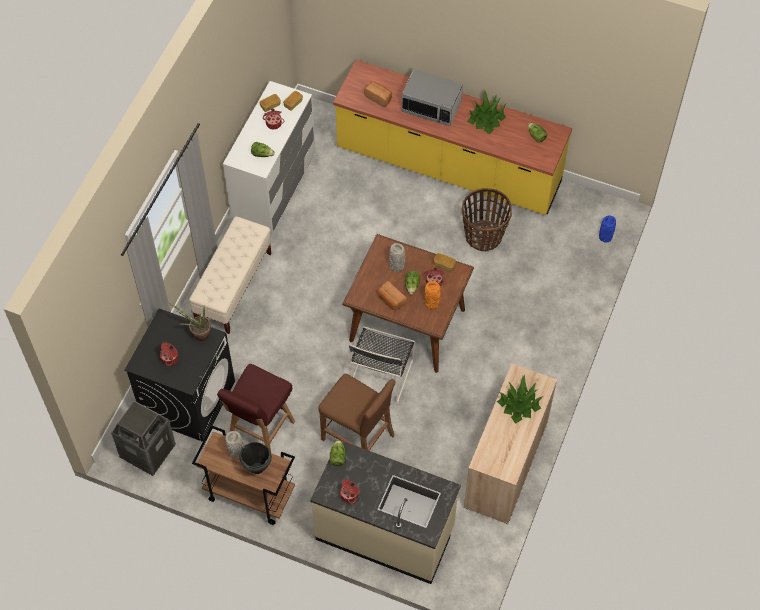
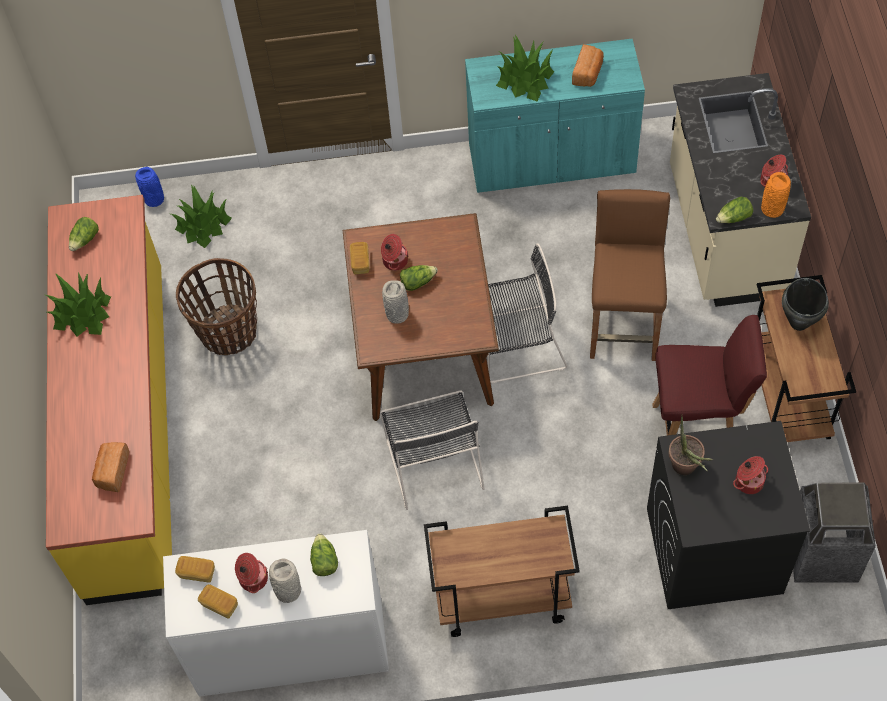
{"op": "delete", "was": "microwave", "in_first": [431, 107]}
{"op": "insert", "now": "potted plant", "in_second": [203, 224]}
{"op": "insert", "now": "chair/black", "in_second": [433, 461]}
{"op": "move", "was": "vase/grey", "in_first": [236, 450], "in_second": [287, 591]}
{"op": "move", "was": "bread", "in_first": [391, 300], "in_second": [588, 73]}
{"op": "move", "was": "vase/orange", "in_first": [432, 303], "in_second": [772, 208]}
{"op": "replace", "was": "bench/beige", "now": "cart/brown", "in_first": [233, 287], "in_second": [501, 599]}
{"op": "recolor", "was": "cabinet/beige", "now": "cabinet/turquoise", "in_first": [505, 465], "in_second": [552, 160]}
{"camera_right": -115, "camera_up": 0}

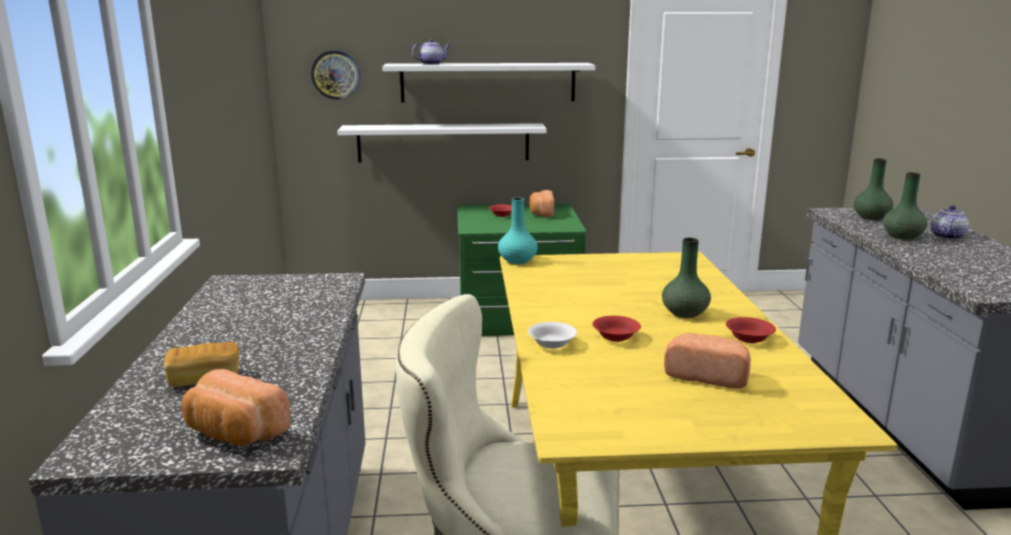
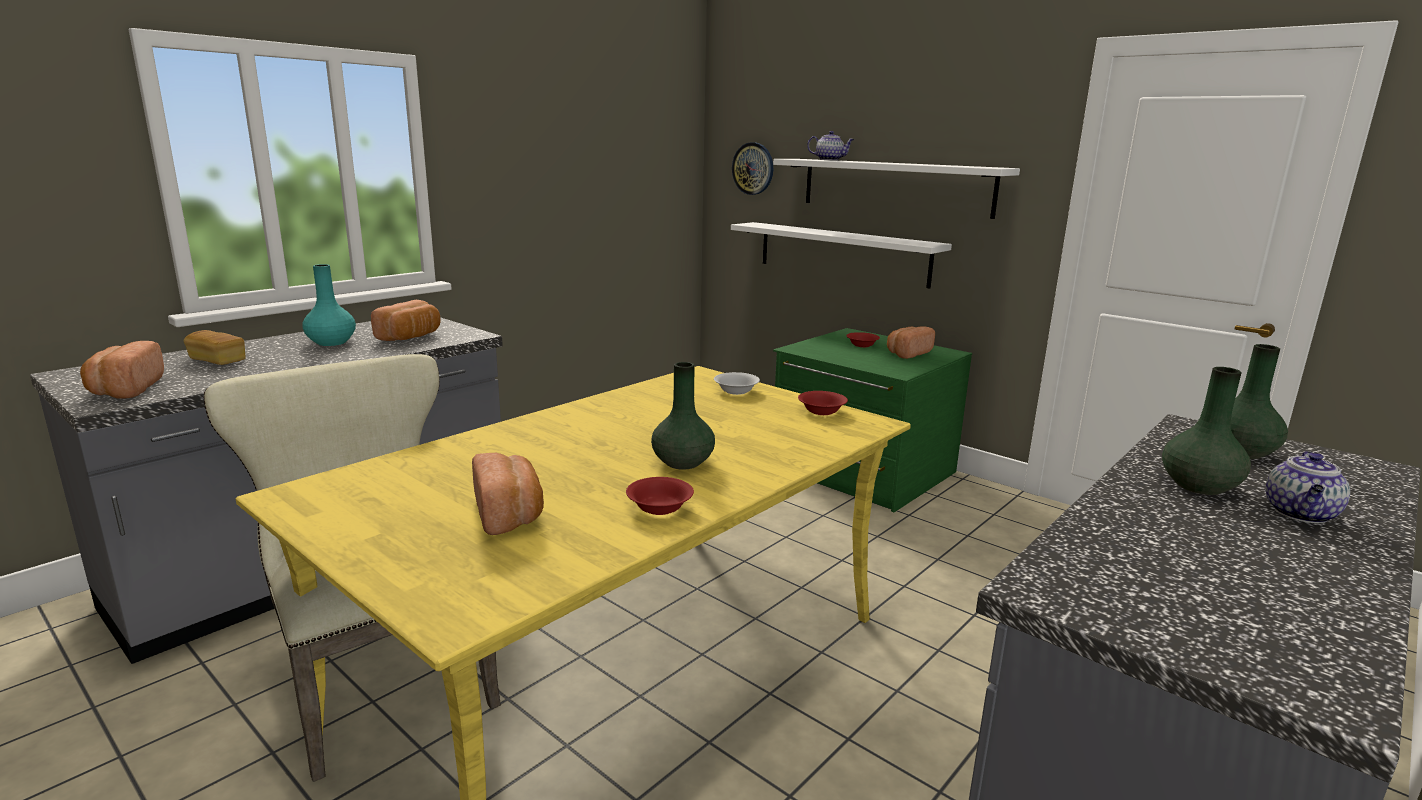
{"op": "insert", "now": "bread", "in_second": [411, 337]}
{"op": "move", "was": "vase/turquoise", "in_first": [518, 261], "in_second": [331, 343]}
{"op": "move", "was": "bowl/white", "in_first": [552, 343], "in_second": [737, 391]}
{"op": "move", "was": "bowl/red", "in_first": [616, 336], "in_second": [822, 411]}
{"op": "rotate", "was": "teapot", "in_first": [946, 236], "in_second": [1301, 514], "clockwise": 135}
{"camera_right": 45, "camera_up": 0}

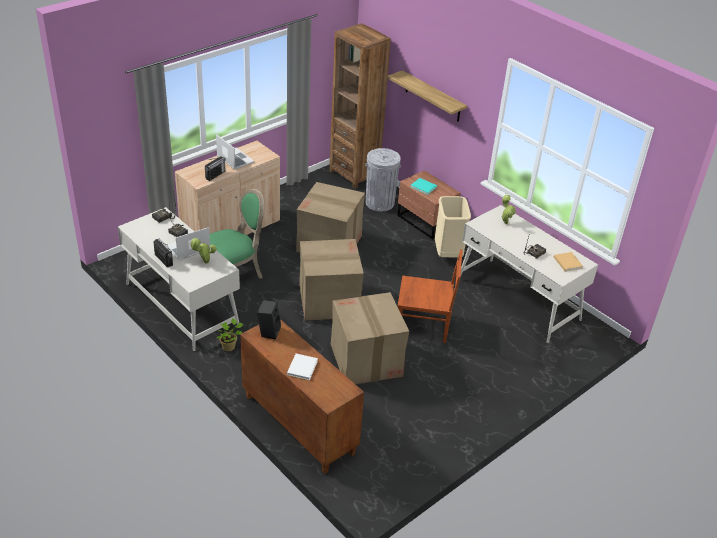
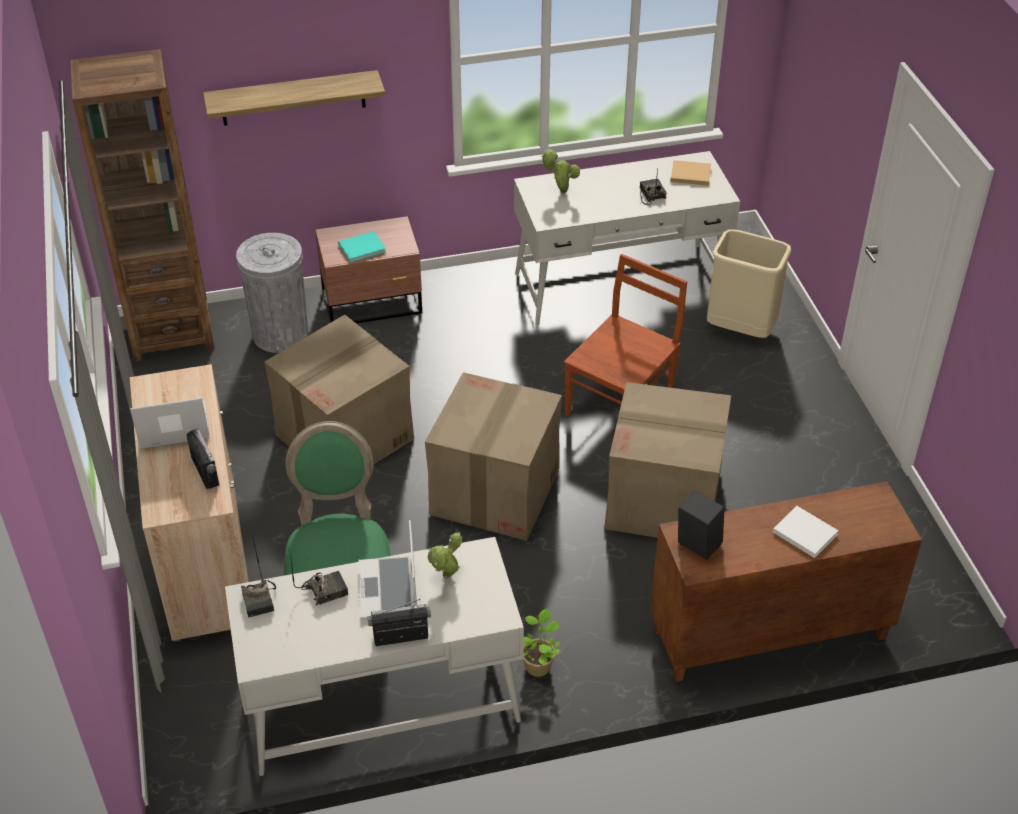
{"op": "move", "was": "trash can/beige", "in_first": [448, 253], "in_second": [741, 329]}
{"camera_right": -60, "camera_up": 5}

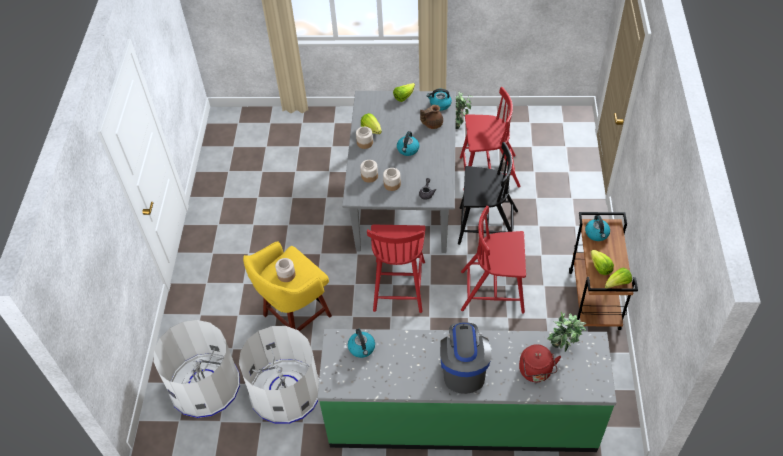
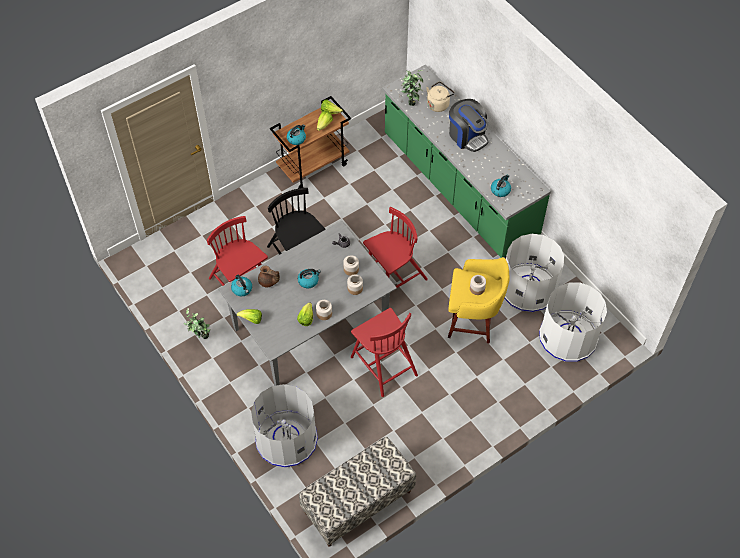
{"op": "insert", "now": "trash can/grey", "in_second": [286, 439]}
{"op": "insert", "now": "bench", "in_second": [358, 502]}
{"op": "move", "was": "chair/red", "in_first": [493, 291], "in_second": [383, 365]}
{"op": "recolor", "was": "kettle/red", "now": "kettle/beige", "in_first": [536, 372], "in_second": [438, 104]}
{"op": "rotate", "was": "coffee machine", "in_first": [463, 368], "in_second": [467, 136], "clockwise": -90}
{"camera_right": -130, "camera_up": 5}

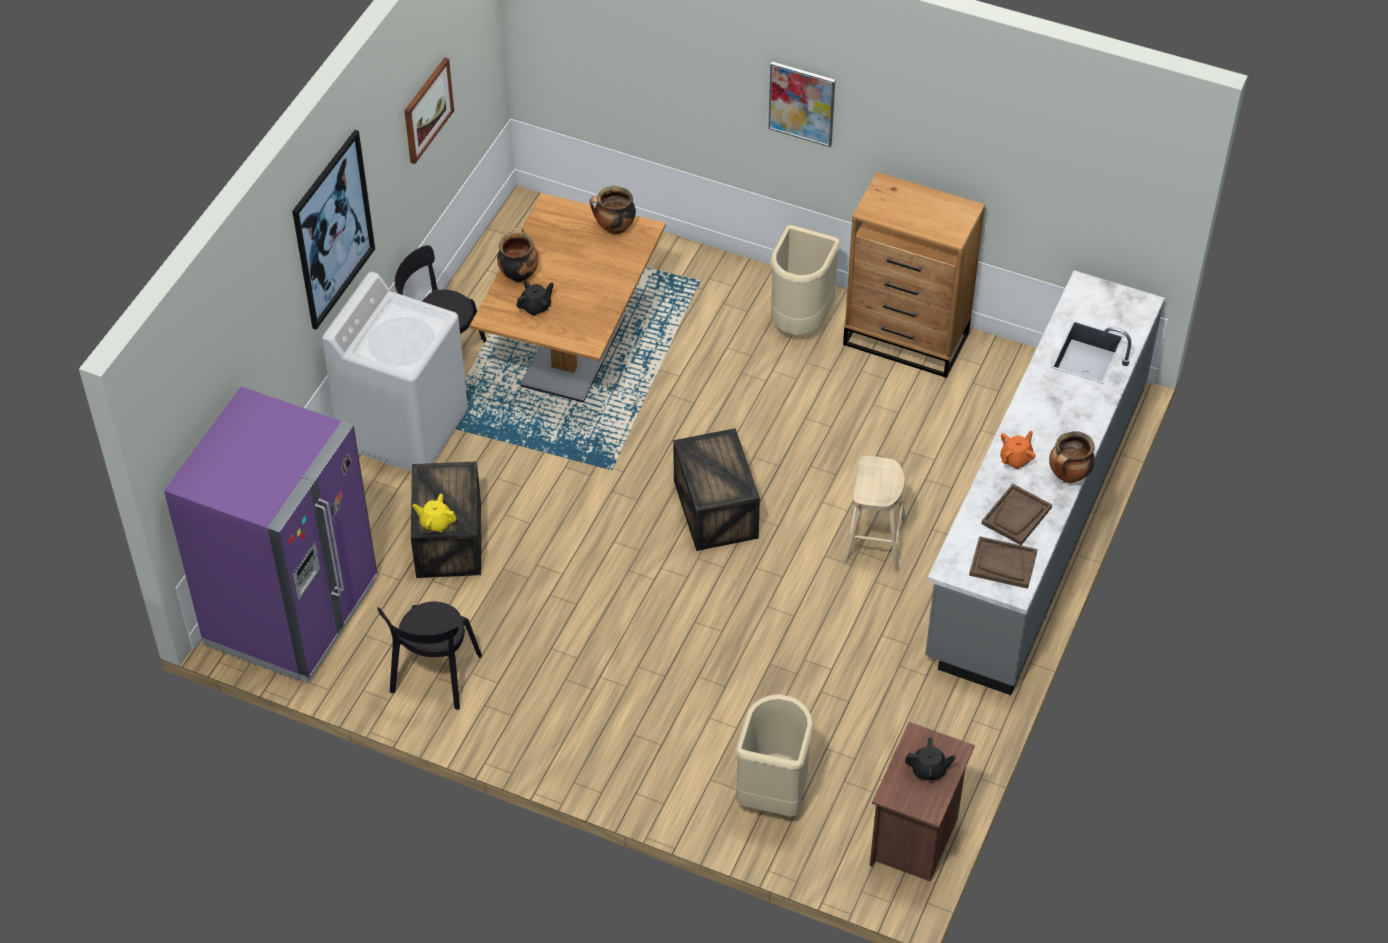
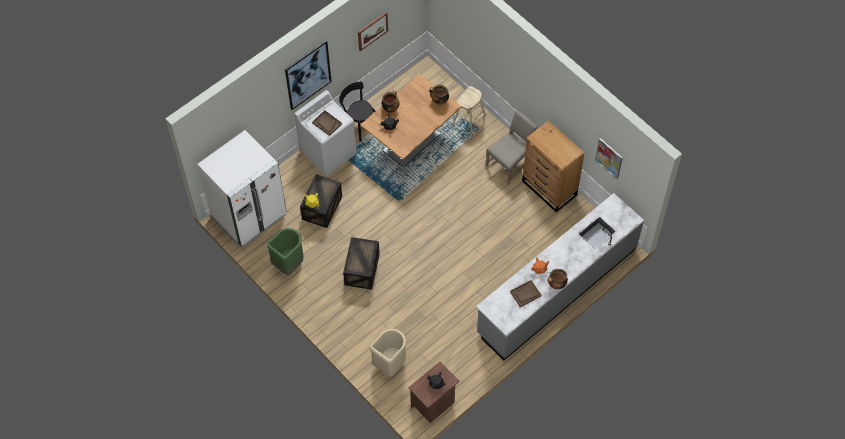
{"op": "move", "was": "crate", "in_first": [716, 510], "in_second": [362, 270]}
{"op": "move", "was": "picture", "in_first": [802, 103], "in_second": [609, 158]}
{"op": "move", "was": "stool/beige", "in_first": [874, 541], "in_second": [469, 119]}
{"op": "move", "was": "tray/brown", "in_first": [1002, 564], "in_second": [327, 123]}
{"op": "replace", "was": "chair/black", "now": "trash can/green", "in_first": [434, 677], "in_second": [288, 264]}
{"op": "replace", "was": "trash can/beige", "now": "chair/beige", "in_first": [800, 322], "in_second": [510, 163]}
{"op": "recolor", "was": "fridge/purple", "now": "fridge/white", "in_first": [292, 613], "in_second": [249, 216]}
{"camera_right": 25, "camera_up": 10}

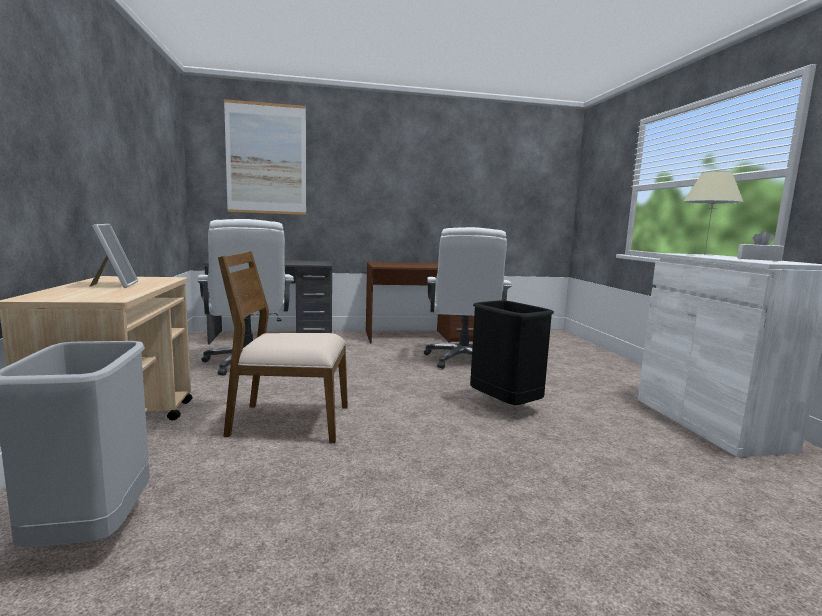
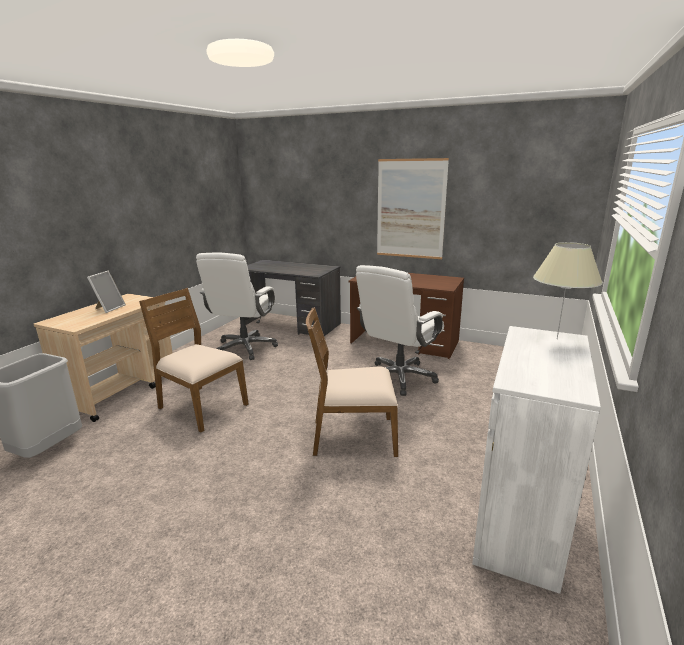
{"op": "delete", "was": "tissue box/white", "in_first": [758, 259]}
{"op": "move", "was": "picture", "in_first": [266, 159], "in_second": [410, 209]}
{"op": "replace", "was": "trash can/black", "now": "chair/brown", "in_first": [504, 406], "in_second": [353, 436]}
{"camera_right": 35, "camera_up": 10}

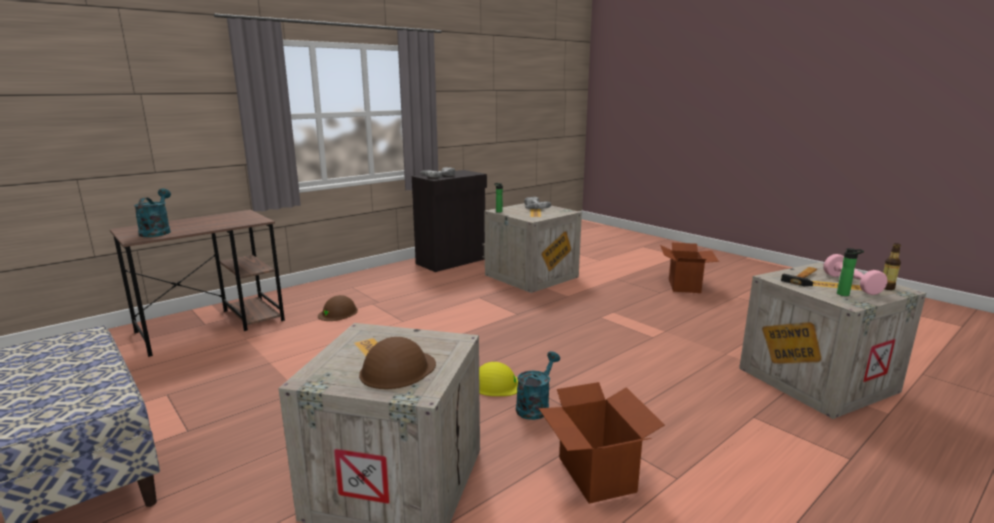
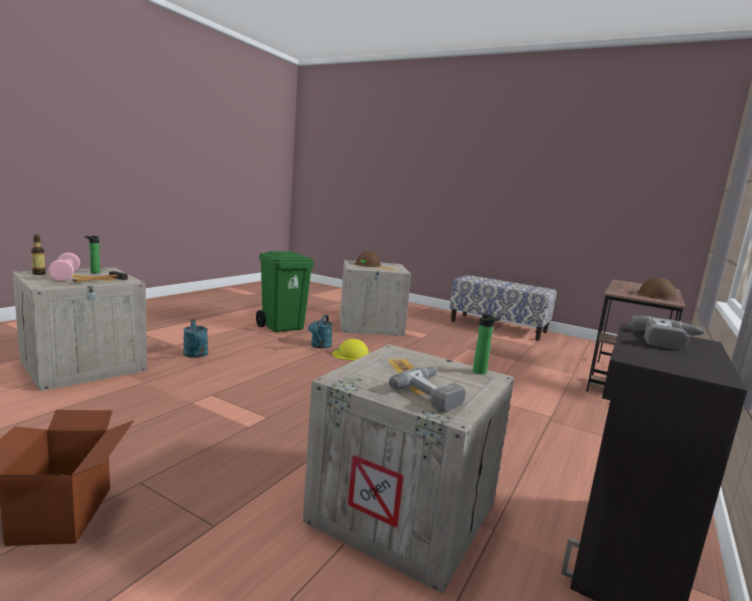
{"op": "move", "was": "watering can/turquoise", "in_first": [157, 231], "in_second": [196, 355]}
{"op": "move", "was": "hard hat/brown", "in_first": [338, 313], "in_second": [656, 295]}
{"op": "replace", "was": "cardboard box", "now": "trash can/green", "in_first": [595, 475], "in_second": [283, 327]}
{"camera_right": 160, "camera_up": -5}

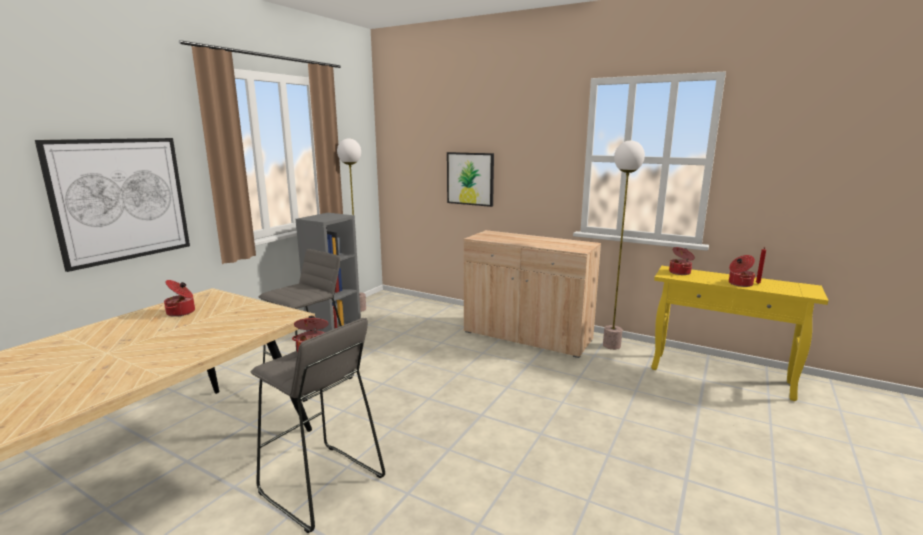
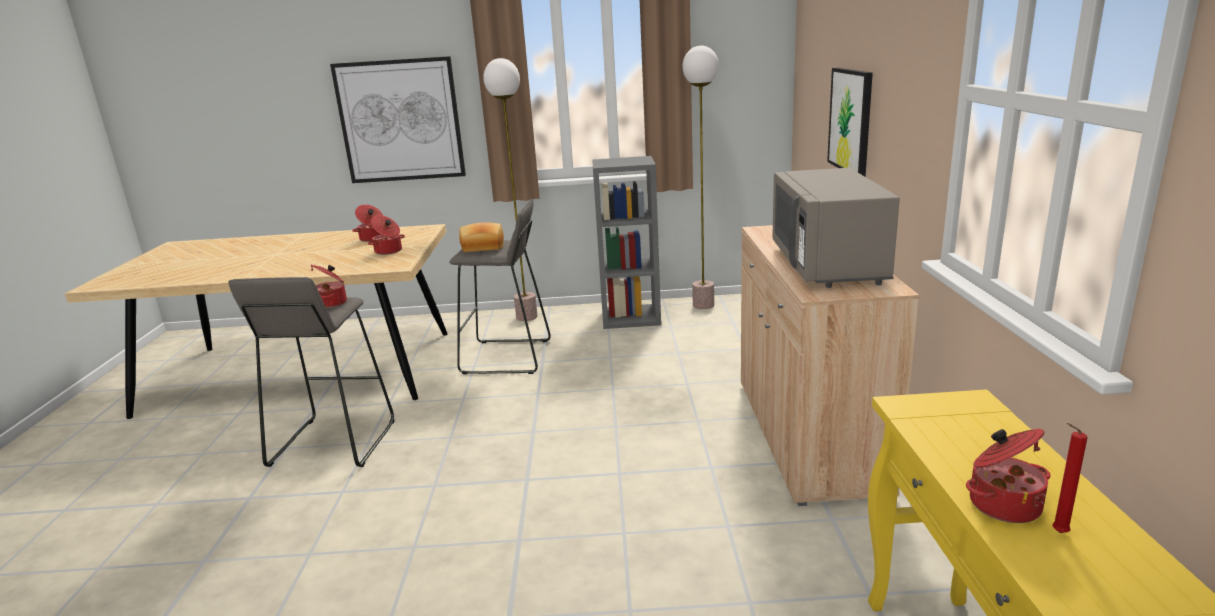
{"op": "insert", "now": "bread", "in_second": [482, 248]}
{"op": "insert", "now": "microwave/grey", "in_second": [827, 265]}
{"op": "move", "was": "floor lamp", "in_first": [611, 345], "in_second": [526, 317]}
{"op": "move", "was": "cooking pot", "in_first": [680, 272], "in_second": [389, 251]}
{"camera_right": 60, "camera_up": 5}

